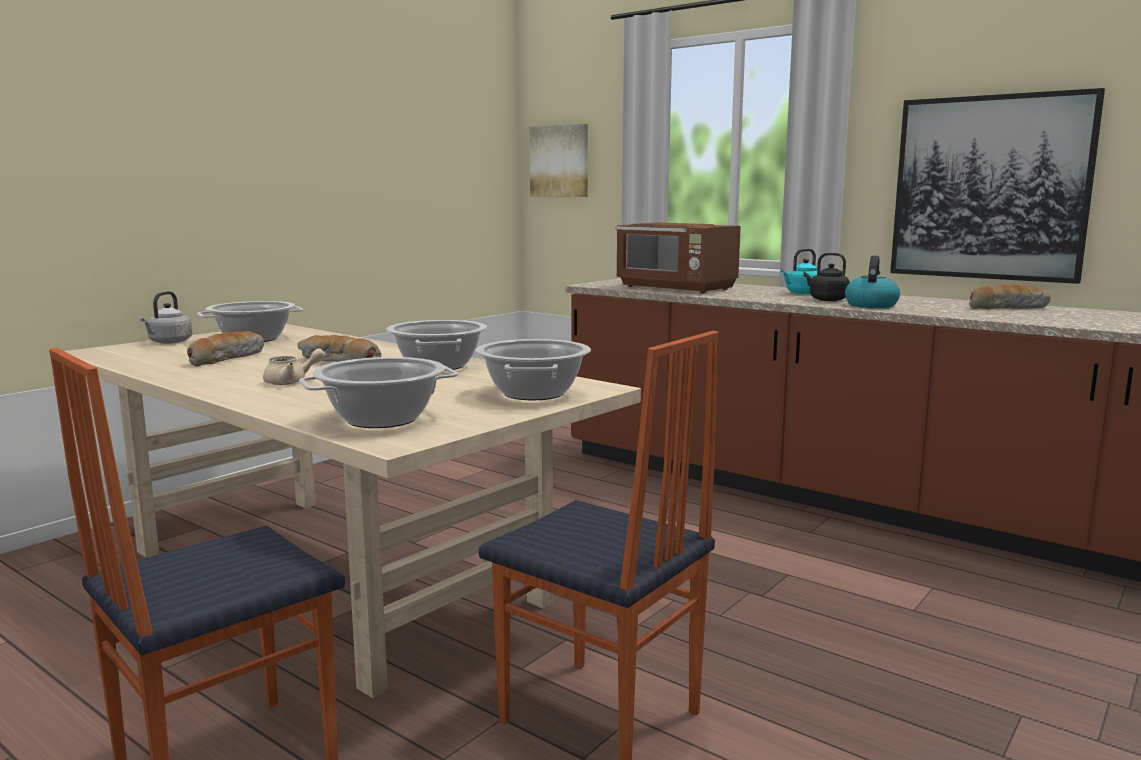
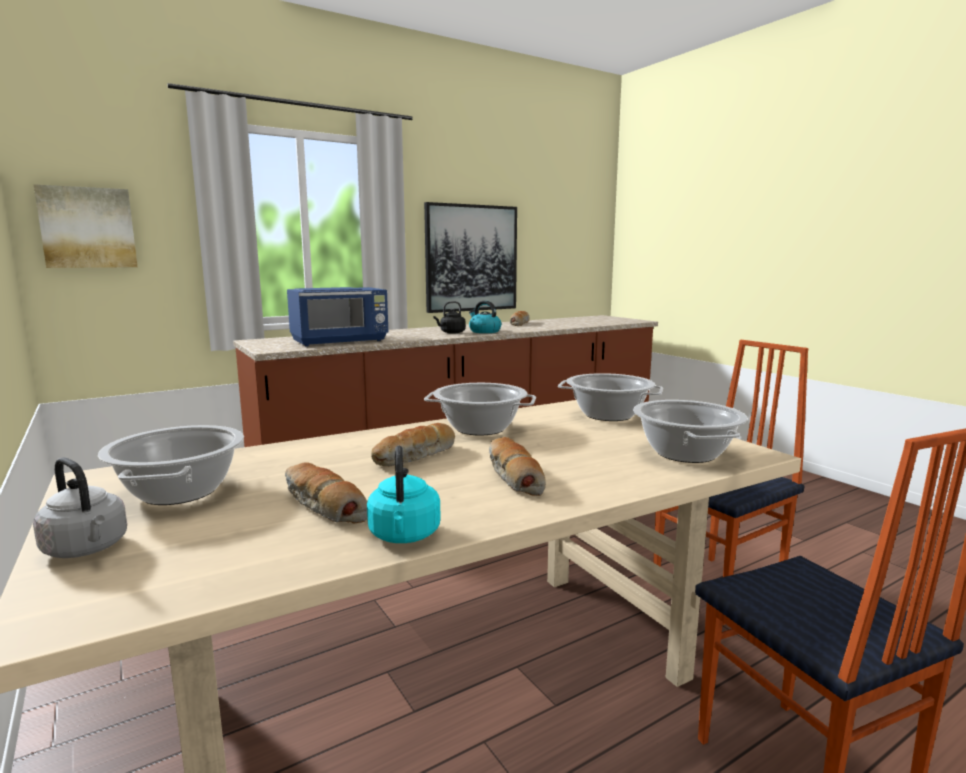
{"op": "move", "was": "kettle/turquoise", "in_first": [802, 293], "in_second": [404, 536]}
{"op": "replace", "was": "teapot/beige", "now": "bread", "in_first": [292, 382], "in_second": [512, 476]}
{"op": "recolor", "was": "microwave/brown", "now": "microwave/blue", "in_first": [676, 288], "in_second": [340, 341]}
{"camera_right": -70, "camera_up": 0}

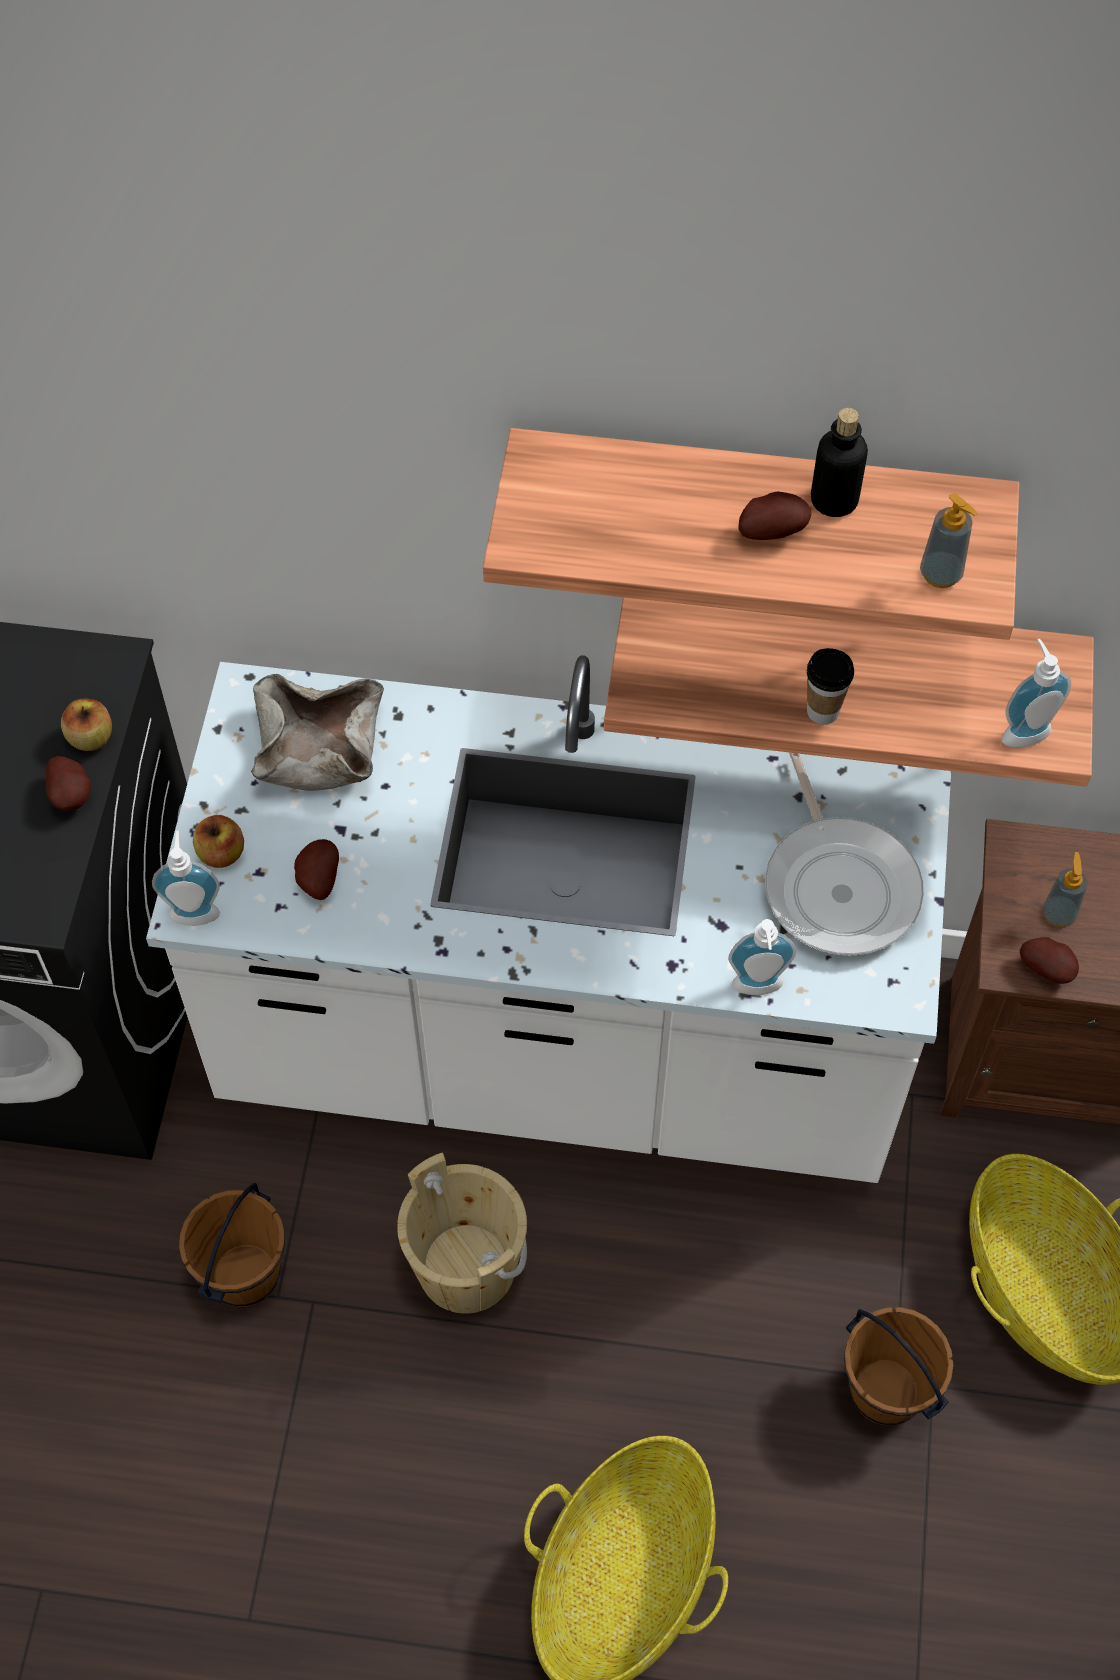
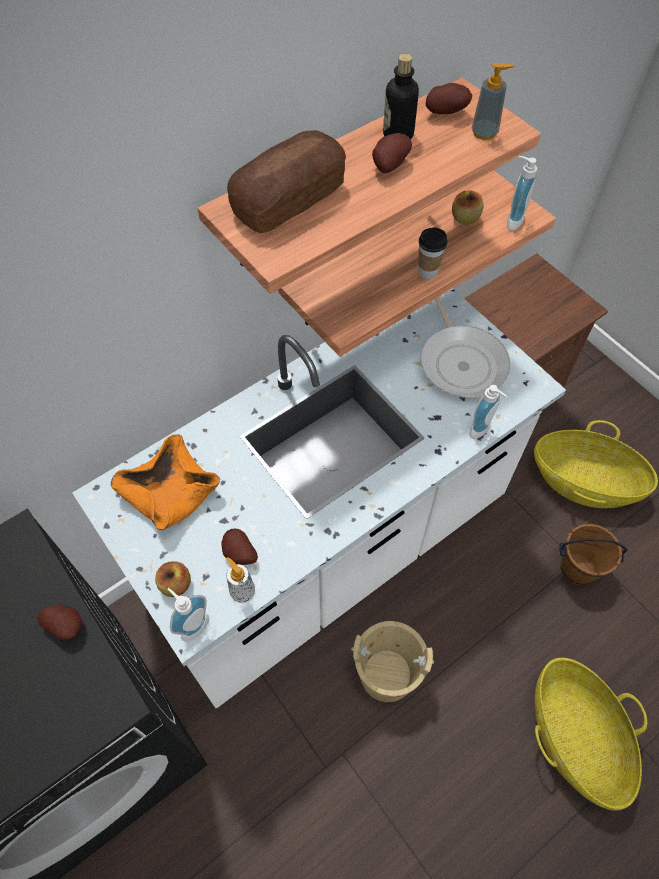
{"op": "delete", "was": "bucket/brown", "in_first": [243, 1274]}
{"op": "insert", "now": "bread", "in_second": [289, 200]}
{"op": "move", "was": "apple", "in_first": [90, 738], "in_second": [465, 219]}
{"op": "move", "was": "potato", "in_first": [1048, 968], "in_second": [446, 112]}
{"op": "move", "was": "soap dispenser", "in_first": [1059, 914], "in_second": [242, 591]}
{"op": "recolor", "was": "bowl/beige", "now": "bowl/orange", "in_first": [317, 748], "in_second": [170, 492]}
{"op": "rotate", "was": "frying pan", "in_first": [839, 884], "in_second": [461, 361], "clockwise": 45}
{"camera_right": -45, "camera_up": 0}

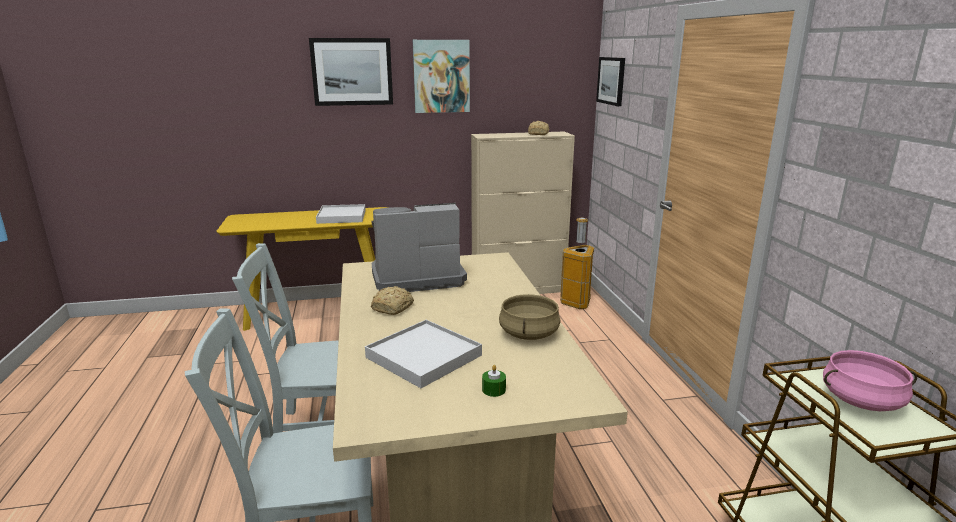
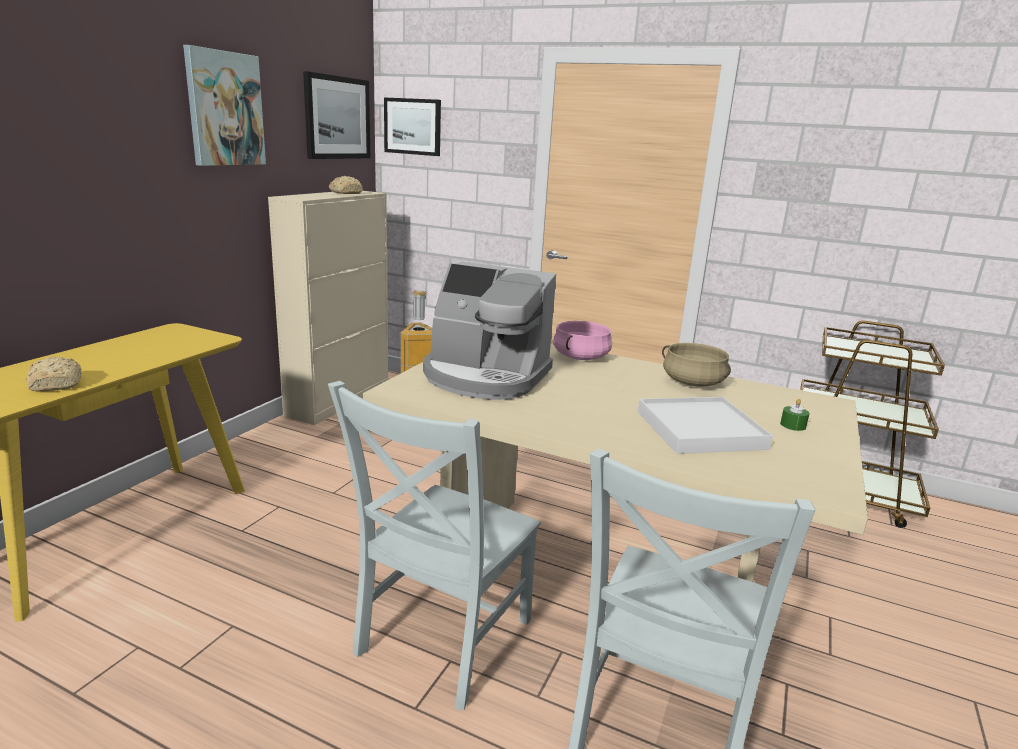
{"op": "delete", "was": "tray/white", "in_first": [341, 216]}
{"op": "move", "was": "picture", "in_first": [352, 72], "in_second": [337, 118]}
{"op": "move", "was": "bread", "in_first": [393, 308], "in_second": [57, 384]}
{"op": "move", "was": "cooking pot/pink", "in_first": [861, 401], "in_second": [581, 357]}
{"op": "rotate", "was": "coffee machine", "in_first": [415, 277], "in_second": [485, 377], "clockwise": -90}
{"camera_right": -55, "camera_up": 0}

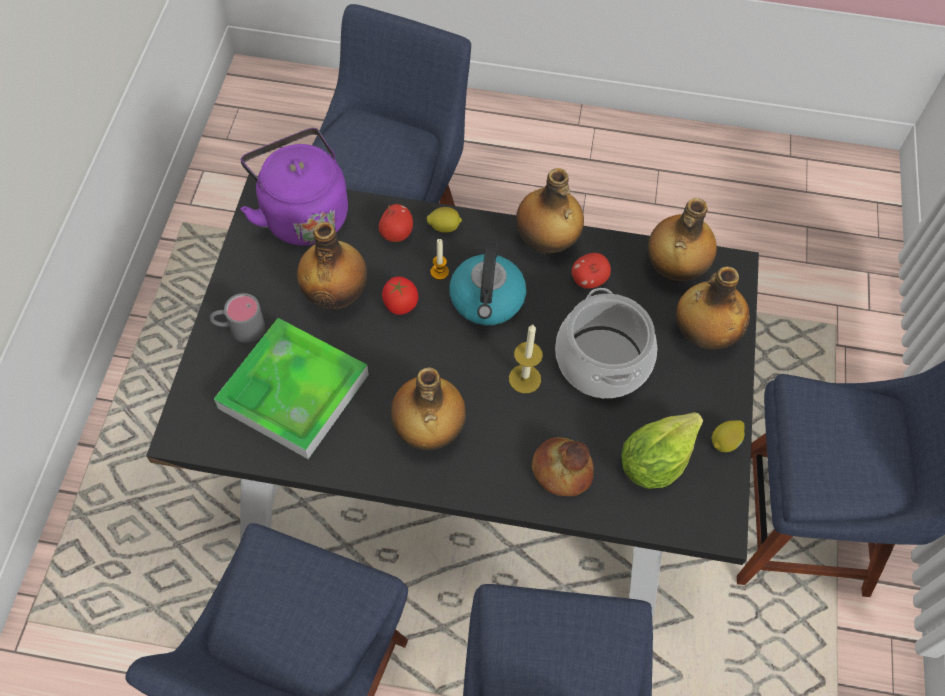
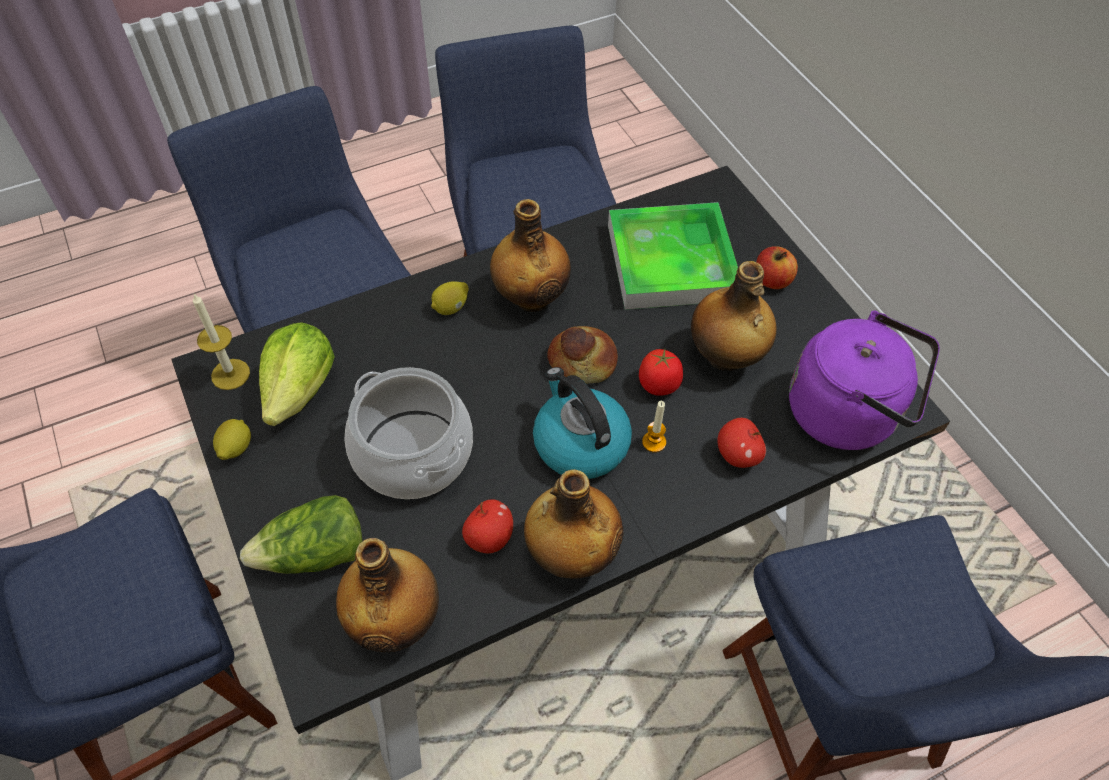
{"op": "move", "was": "lemon", "in_first": [444, 227], "in_second": [451, 308]}
{"op": "move", "was": "candle", "in_first": [524, 379], "in_second": [230, 374]}
{"op": "move", "was": "bread", "in_first": [561, 471], "in_second": [583, 360]}
{"op": "replace", "was": "mug/grey", "now": "apple", "in_first": [239, 328], "in_second": [772, 280]}
{"op": "replace", "was": "bottle", "now": "lettuce", "in_first": [703, 335], "in_second": [314, 554]}
{"camera_right": 145, "camera_up": -5}

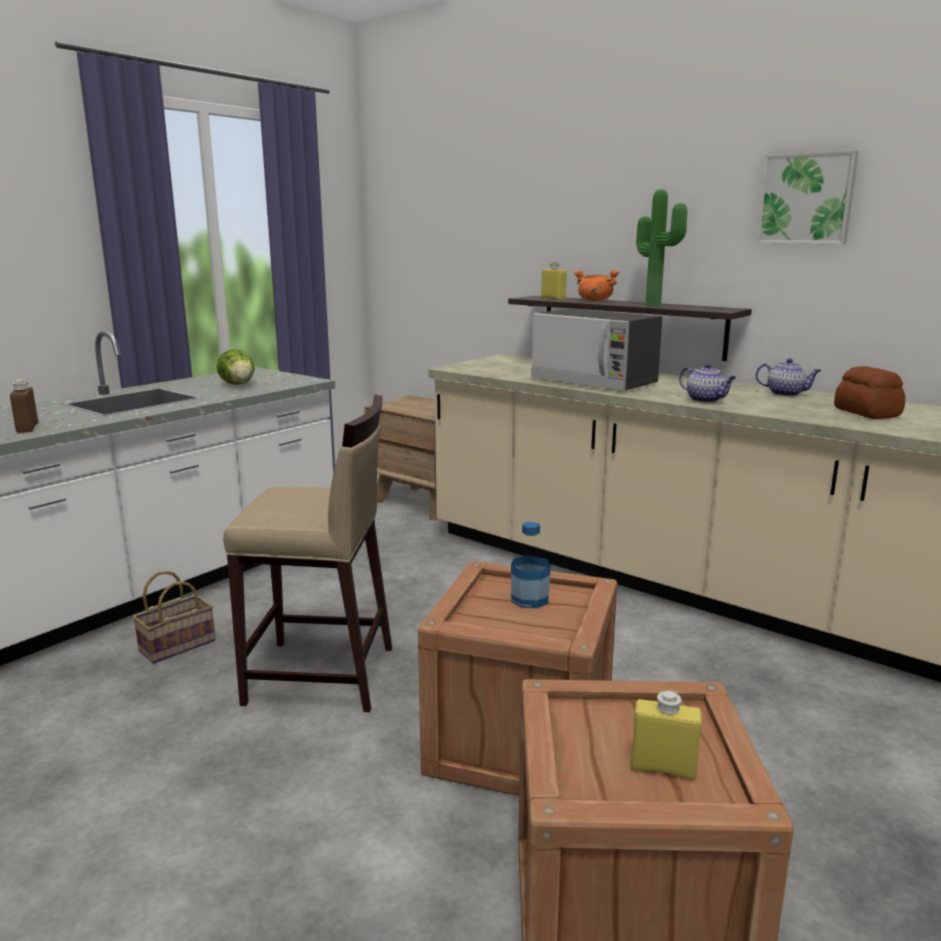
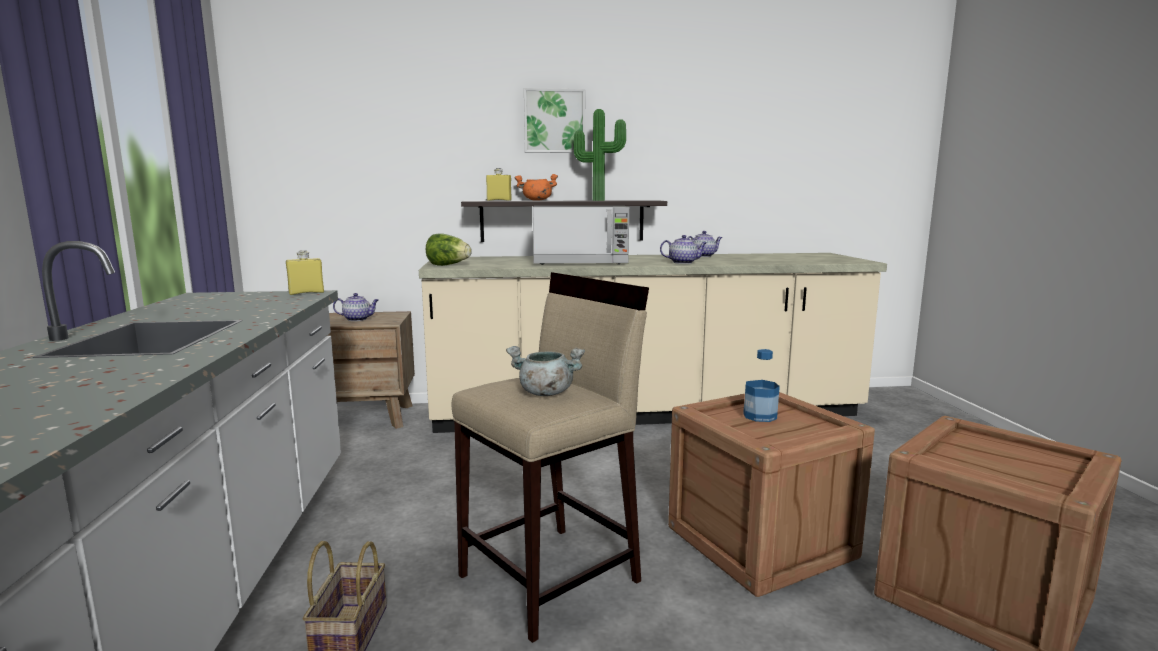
{"op": "delete", "was": "bottle/brown", "in_first": [27, 428]}
{"op": "delete", "was": "bread", "in_first": [866, 413]}
{"op": "insert", "now": "teapot", "in_second": [358, 319]}
{"op": "insert", "now": "cooking pot/grey", "in_second": [545, 393]}
{"op": "move", "was": "lettuce", "in_first": [239, 385], "in_second": [448, 265]}
{"op": "move", "was": "bottle/yellow", "in_first": [663, 768], "in_second": [306, 293]}
{"op": "move", "was": "picture", "in_first": [806, 199], "in_second": [554, 121]}
{"camera_right": -45, "camera_up": -5}

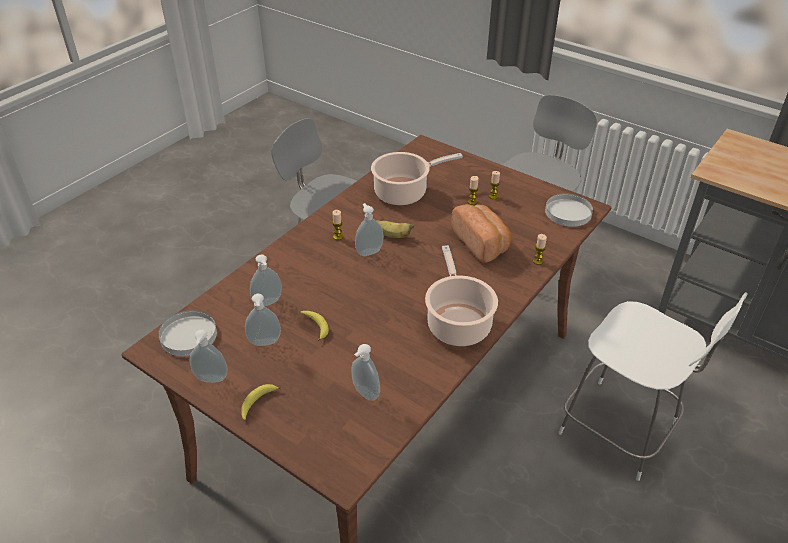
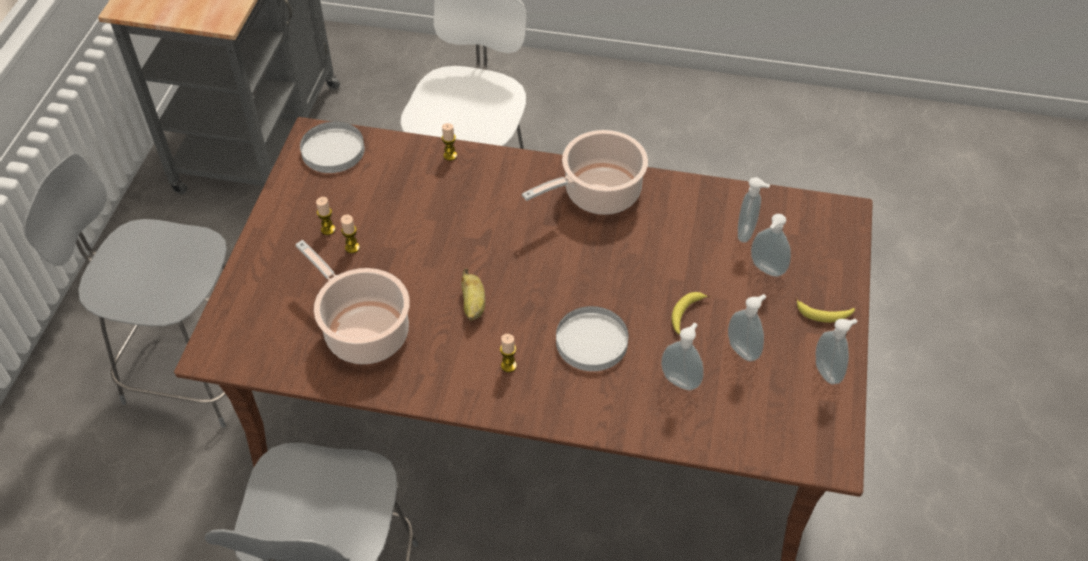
{"op": "delete", "was": "bread", "in_first": [482, 243]}
{"op": "move", "was": "plate/white", "in_first": [188, 335], "in_second": [591, 341]}
{"op": "move", "was": "soap dispenser", "in_first": [368, 251], "in_second": [766, 270]}
{"camera_right": -115, "camera_up": 10}

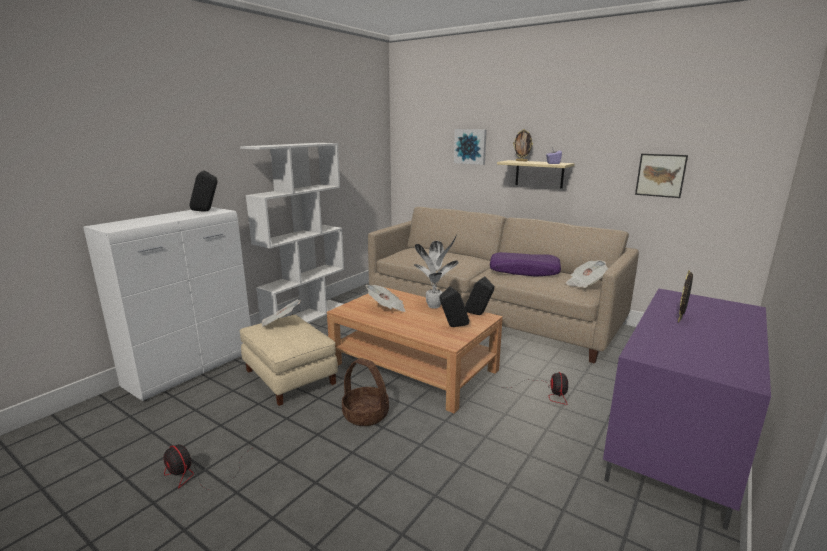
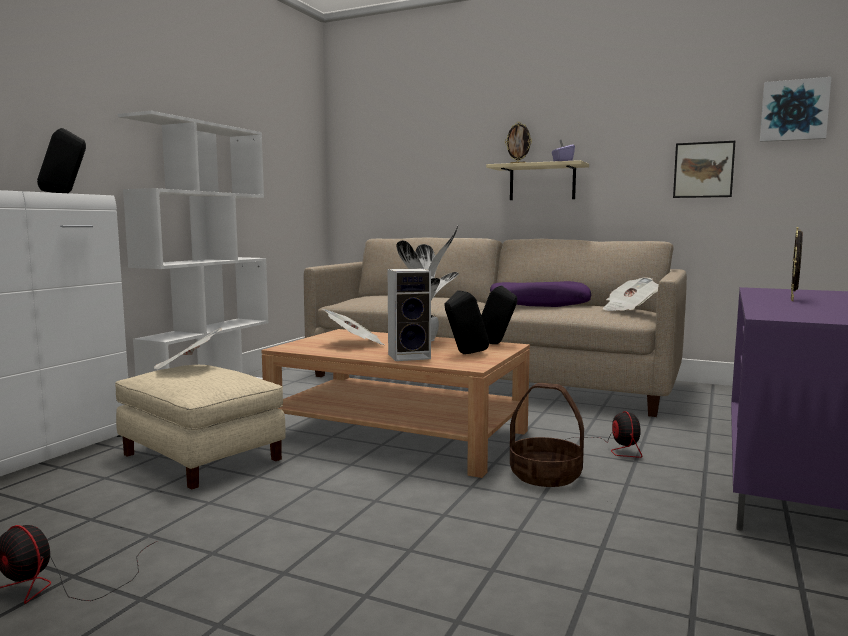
{"op": "insert", "now": "speaker", "in_second": [410, 356]}
{"op": "move", "was": "basket", "in_first": [365, 414], "in_second": [544, 475]}
{"op": "move", "was": "picture", "in_first": [470, 146], "in_second": [794, 110]}
{"camera_right": -10, "camera_up": -10}

